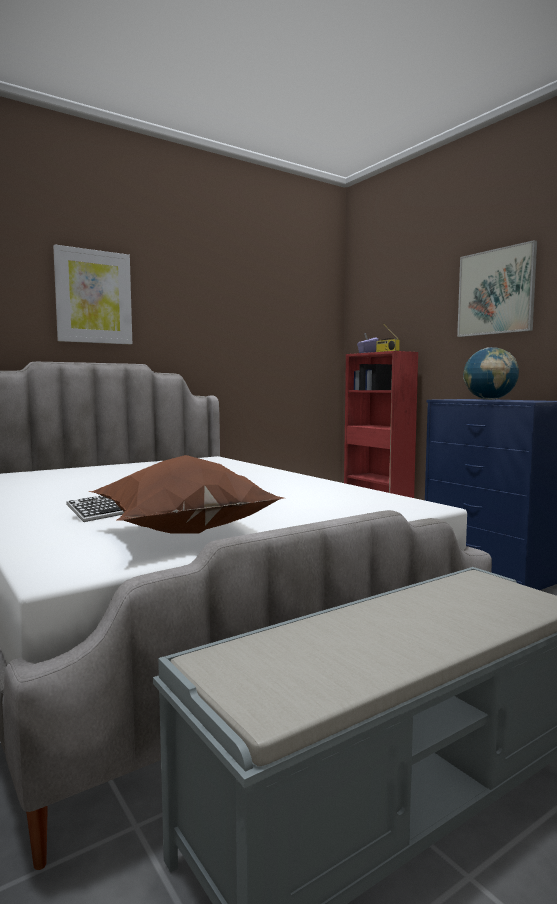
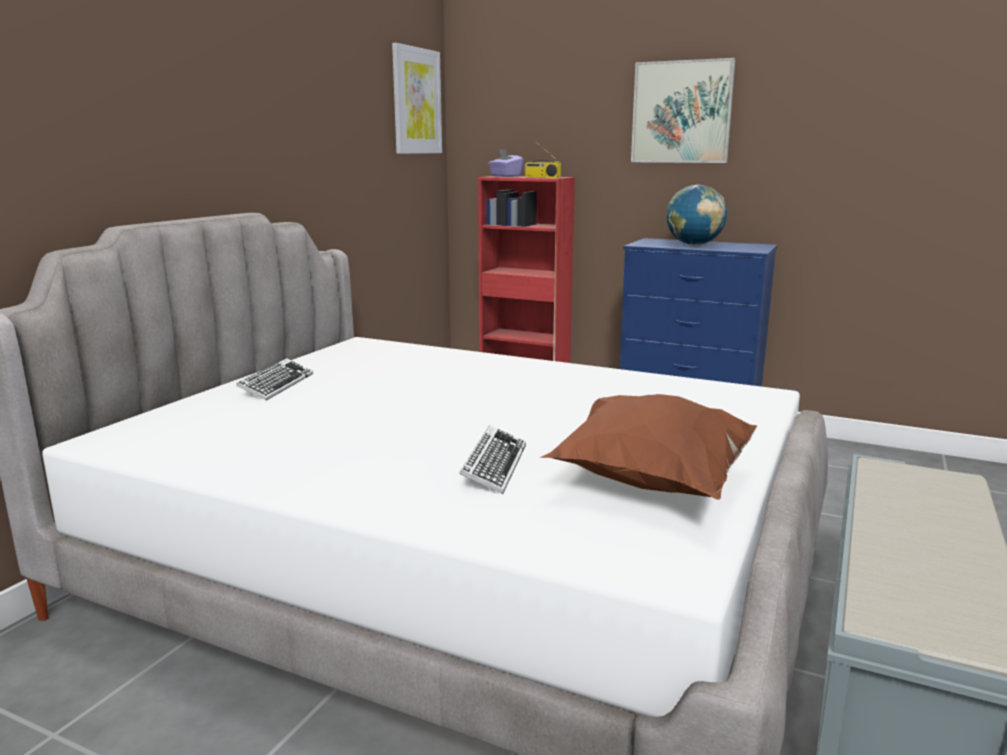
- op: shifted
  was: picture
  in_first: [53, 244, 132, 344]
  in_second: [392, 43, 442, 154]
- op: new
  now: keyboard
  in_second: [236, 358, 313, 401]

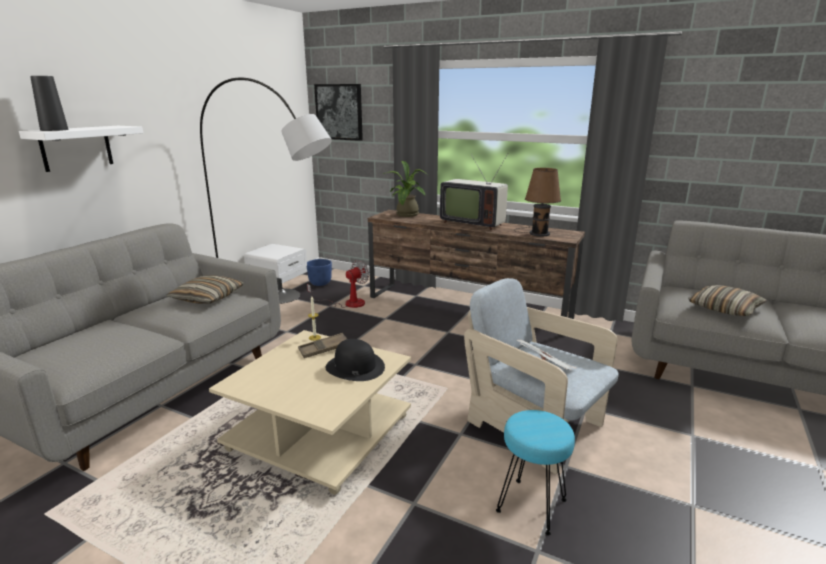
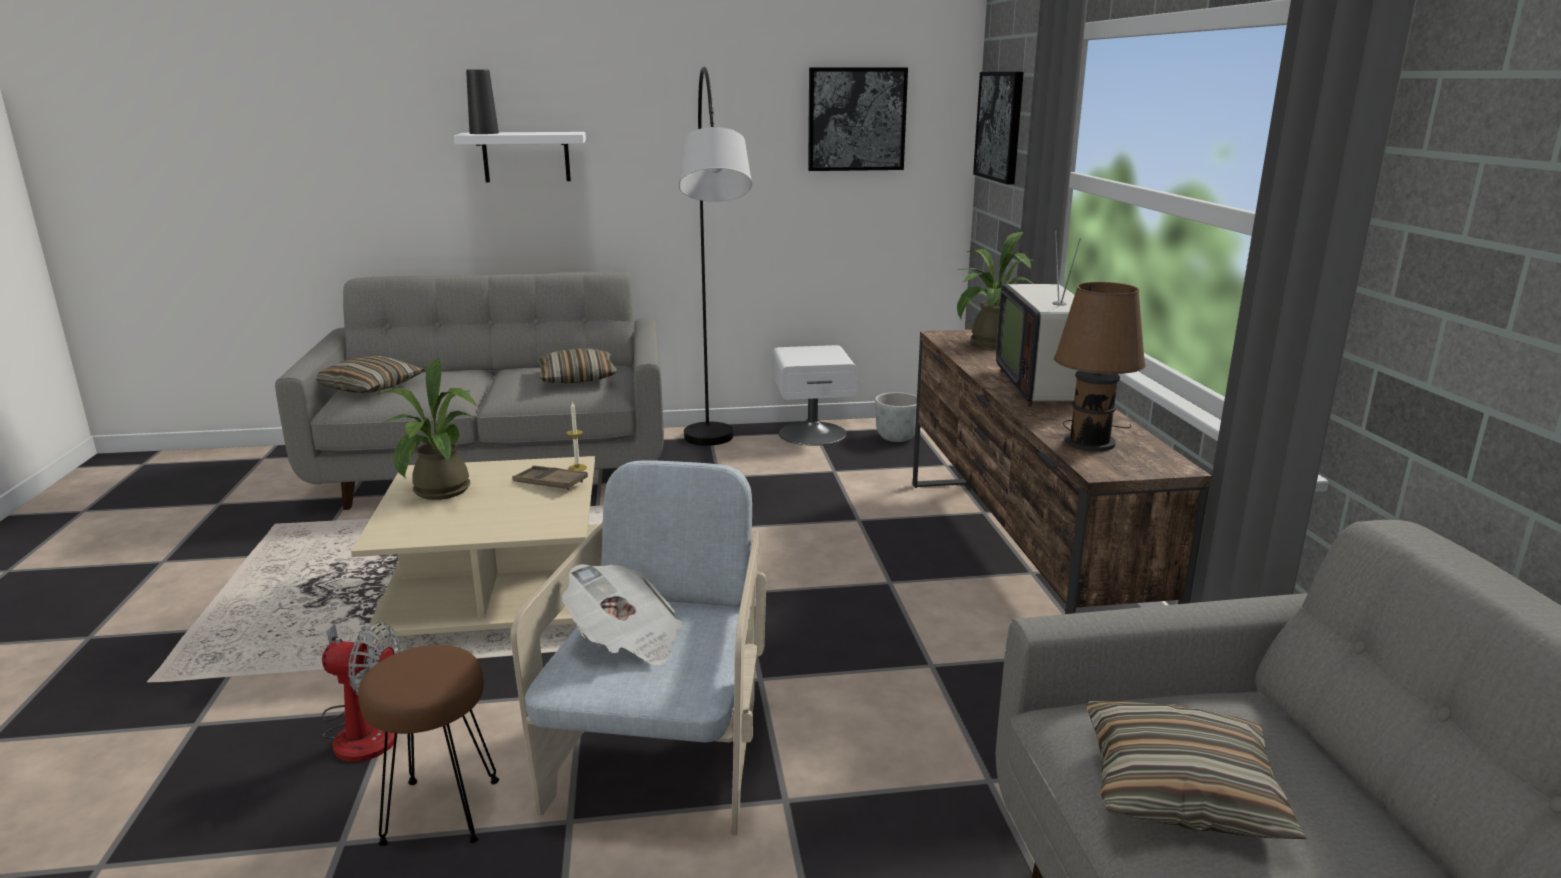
- op: repainted
  was: blue planter
  now: grey planter
  in_first: [307, 259, 332, 286]
  in_second: [875, 392, 917, 442]
- op: shifted
  was: fan
  in_first: [307, 260, 369, 308]
  in_second: [322, 622, 400, 762]
- op: gone
  was: black hat
  in_first: [325, 339, 385, 381]
- op: repainted
  was: turquoise stool
  now: brown stool
  in_first: [496, 410, 575, 535]
  in_second: [358, 645, 499, 846]
- op: new
  now: picture
  in_second: [808, 67, 908, 171]
- op: new
  now: pillow
  in_second: [316, 356, 424, 393]
- op: new
  now: potted plant
  in_second: [378, 359, 477, 500]

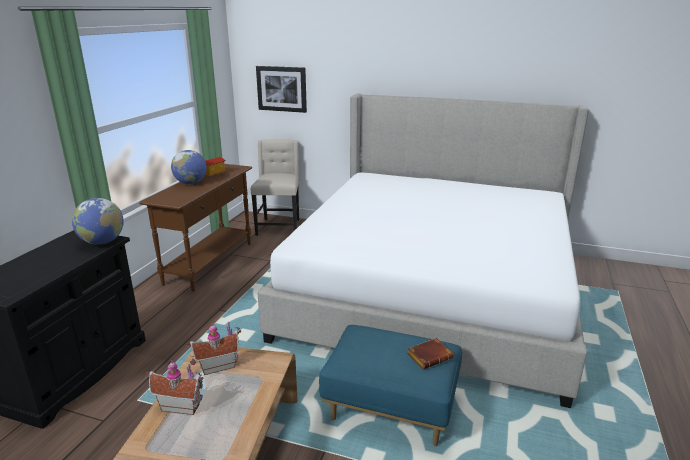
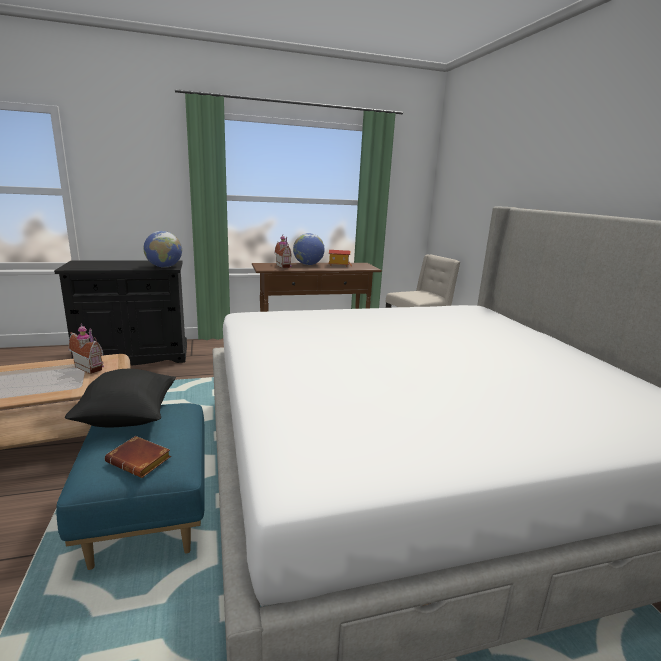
- op: gone
  was: picture
  in_first: [256, 66, 307, 113]
- op: shifted
  was: toy house
  in_first: [146, 360, 203, 415]
  in_second: [274, 235, 292, 268]
- op: new
  now: black pillow
  in_second: [65, 369, 176, 427]

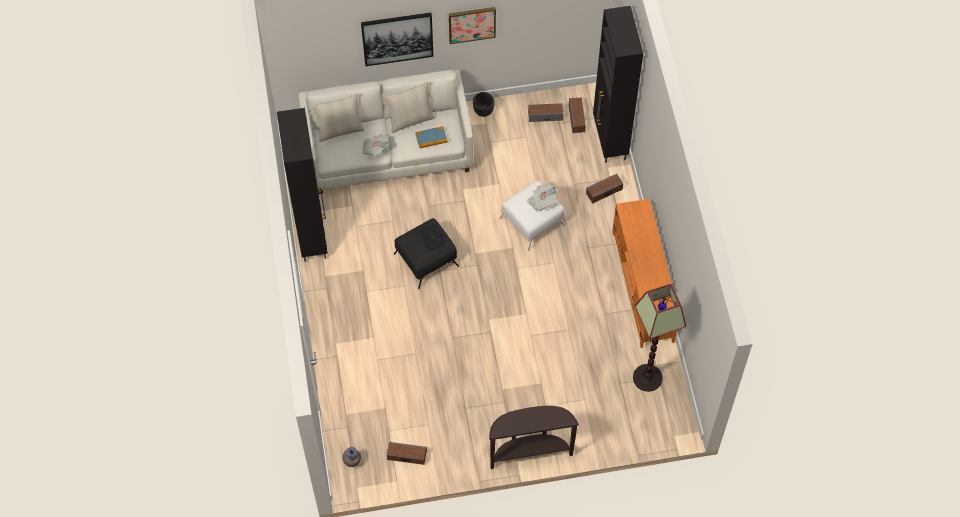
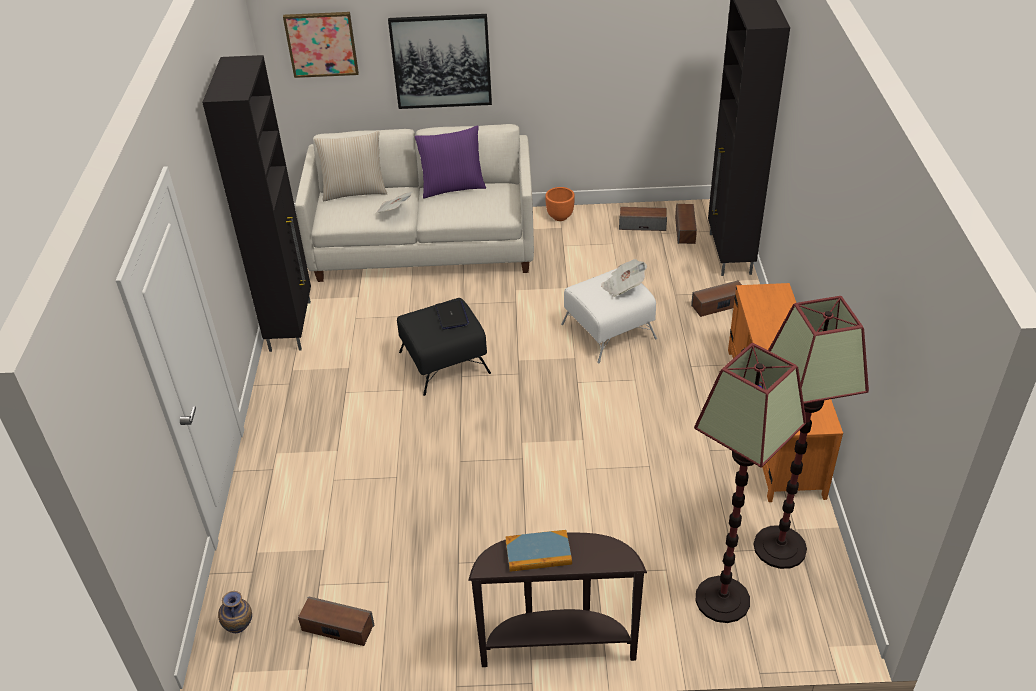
- op: shifted
  was: picture
  in_first: [449, 7, 496, 44]
  in_second: [283, 12, 359, 78]
- op: repainted
  was: beige pillow
  now: purple pillow
  in_first: [385, 82, 435, 133]
  in_second: [414, 126, 486, 198]
- op: repainted
  was: black planter
  now: orange planter
  in_first: [473, 92, 495, 117]
  in_second: [545, 187, 575, 221]
- op: shifted
  was: book
  in_first: [415, 126, 448, 148]
  in_second: [505, 530, 572, 572]
- op: new
  now: floor lamp
  in_second: [694, 343, 807, 623]

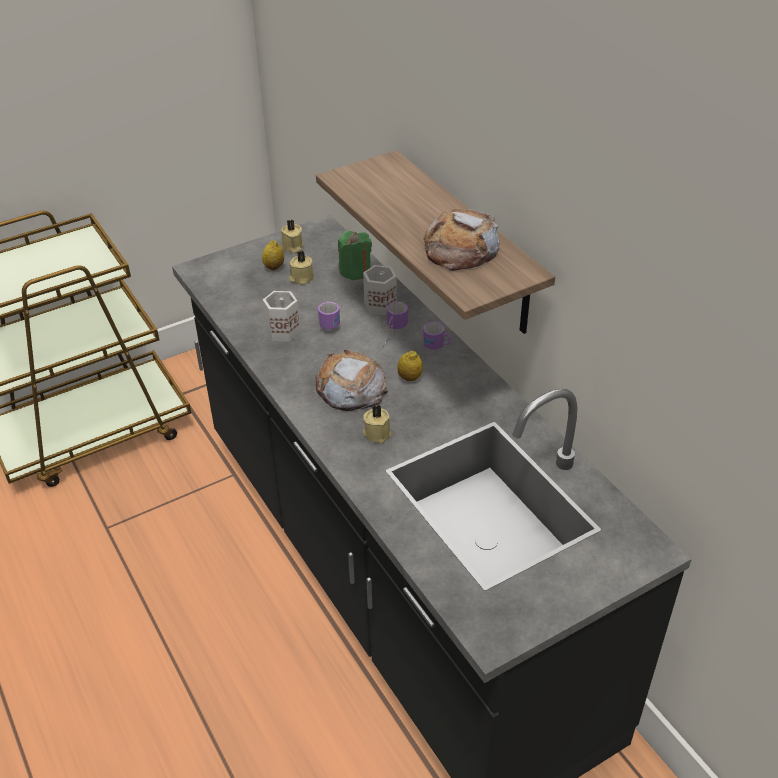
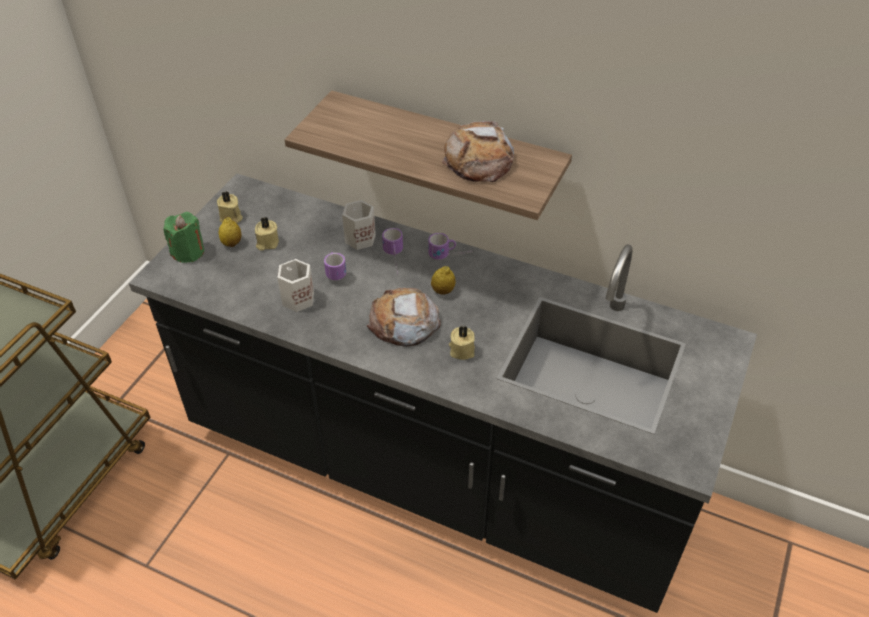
- op: shifted
  was: green candle
  in_first: [338, 231, 372, 280]
  in_second: [163, 212, 204, 263]

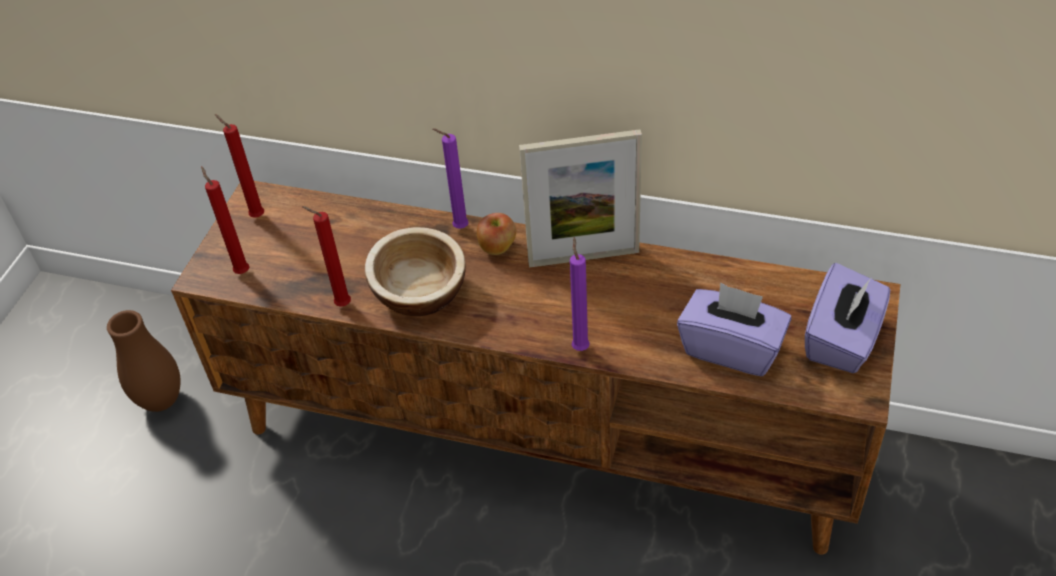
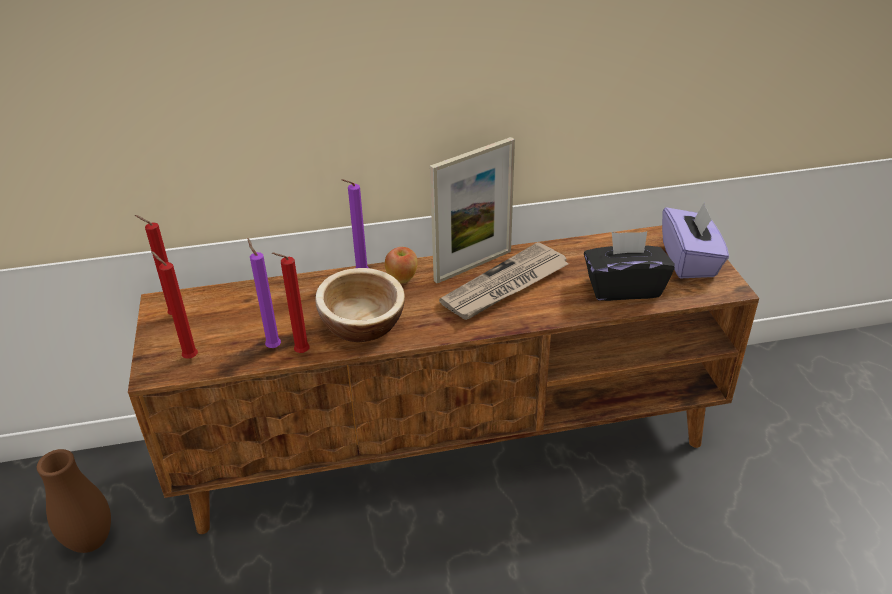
- op: shifted
  was: purple candle
  in_first: [570, 237, 590, 351]
  in_second: [248, 239, 281, 348]
- op: repainted
  was: purple tissue box
  now: black tissue box
  in_first: [677, 282, 791, 376]
  in_second: [584, 232, 675, 301]
- op: new
  now: newspaper
  in_second: [439, 242, 568, 320]

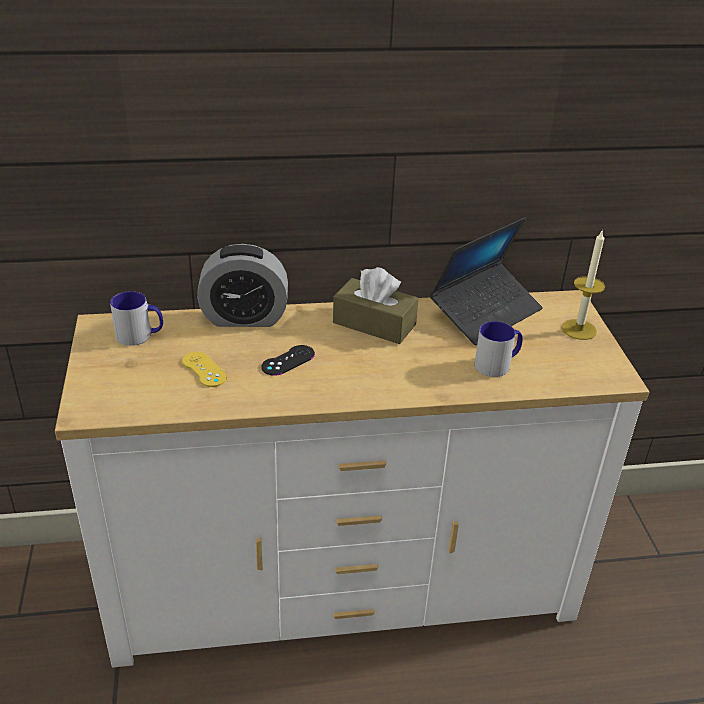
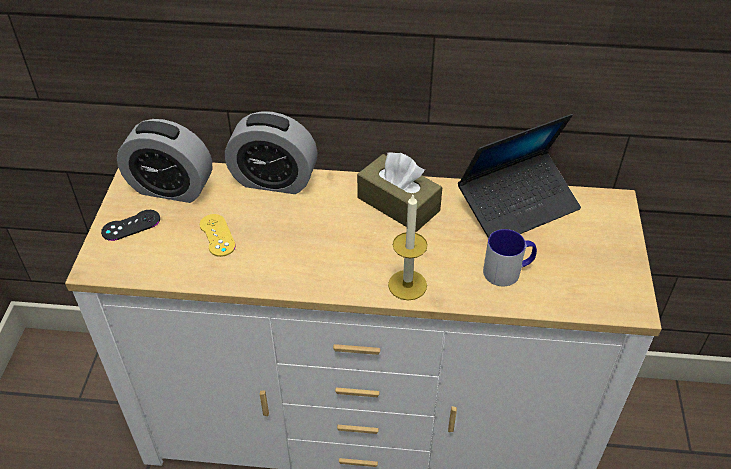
- op: shifted
  was: candle
  in_first: [561, 229, 605, 340]
  in_second: [388, 195, 428, 300]
- op: swapped
  was: mug
  now: alarm clock
  in_first: [110, 291, 163, 346]
  in_second: [117, 119, 212, 203]
- op: shifted
  was: black game controller
  in_first: [261, 345, 315, 376]
  in_second: [101, 210, 160, 241]

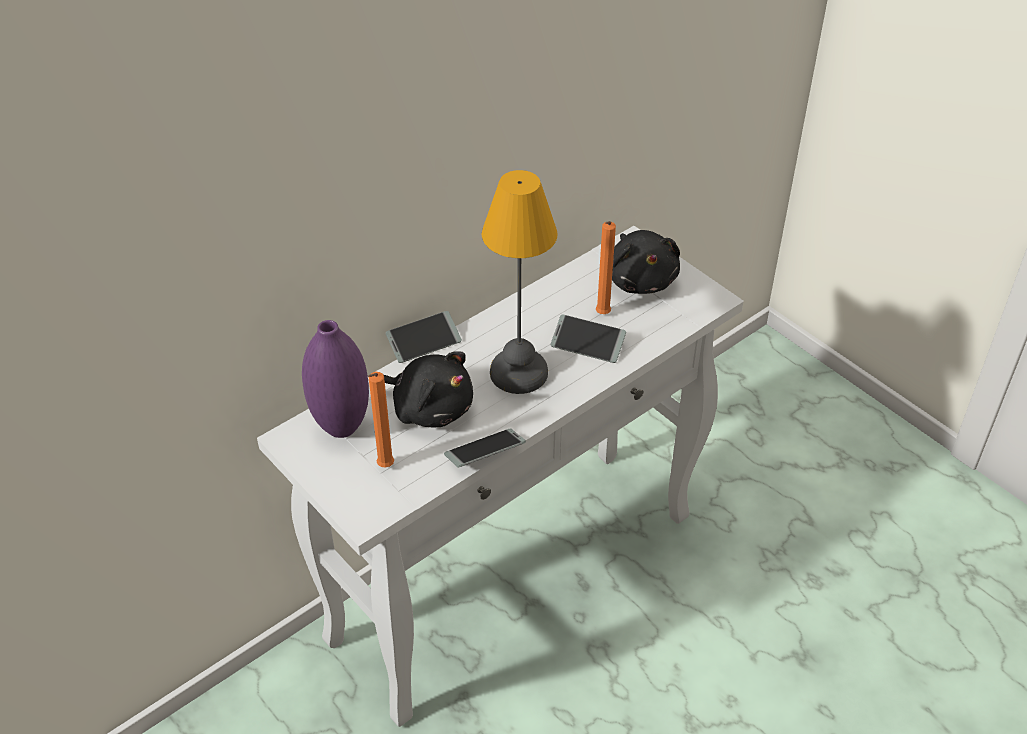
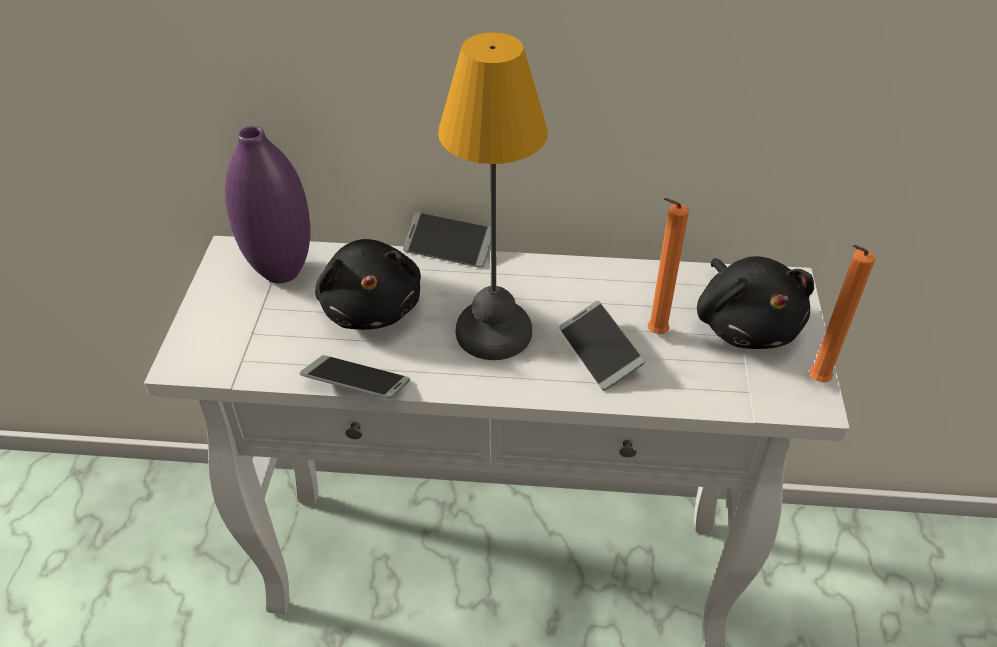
- op: rotated
  was: black plush toy
  in_first: [612, 230, 680, 294]
  in_second: [697, 256, 814, 349]
  clockwise: -45
- op: shifted
  was: orange candle
  in_first: [368, 372, 394, 468]
  in_second: [809, 245, 876, 382]

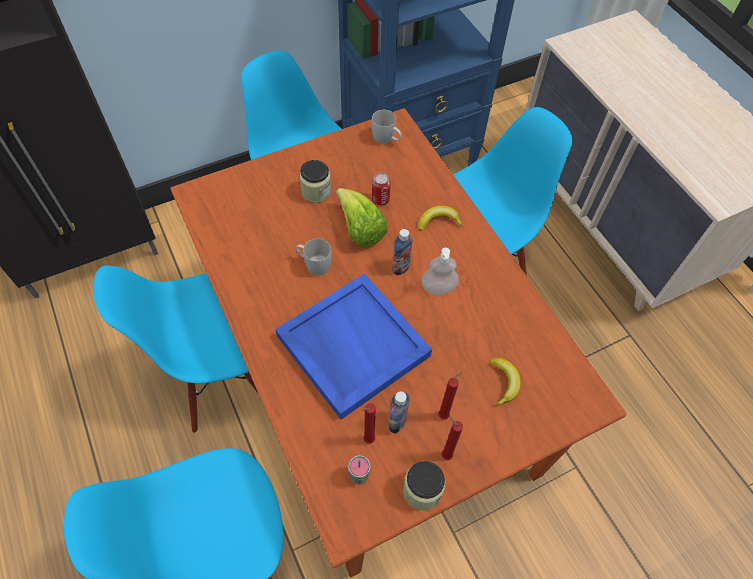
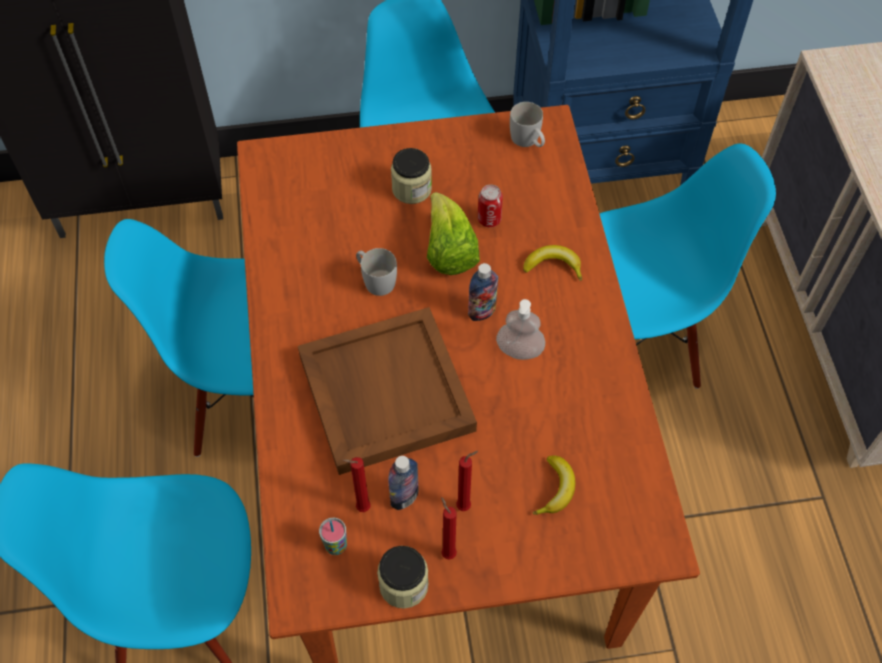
- op: repainted
  was: blue tray
  now: brown tray
  in_first: [275, 273, 432, 420]
  in_second: [298, 307, 477, 475]

